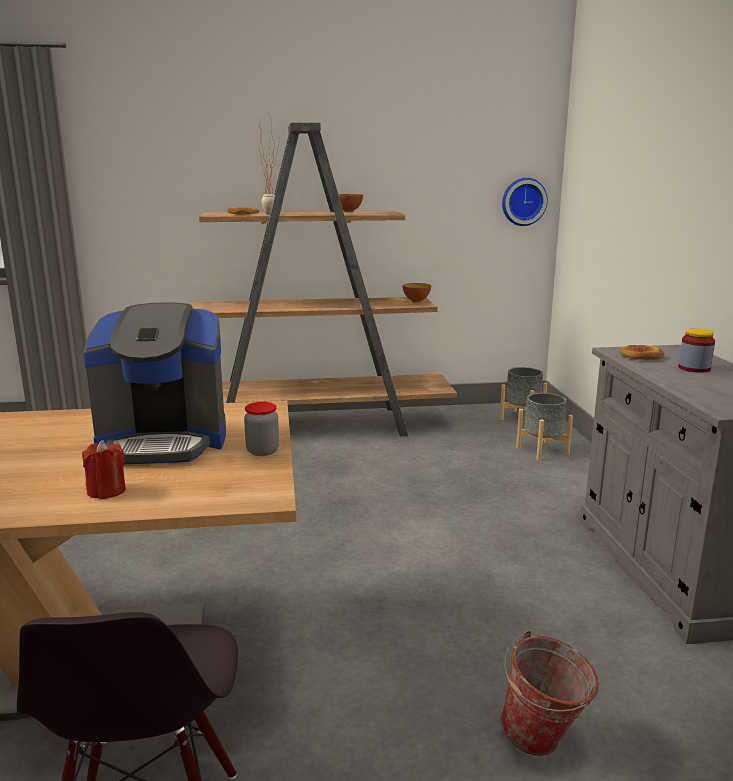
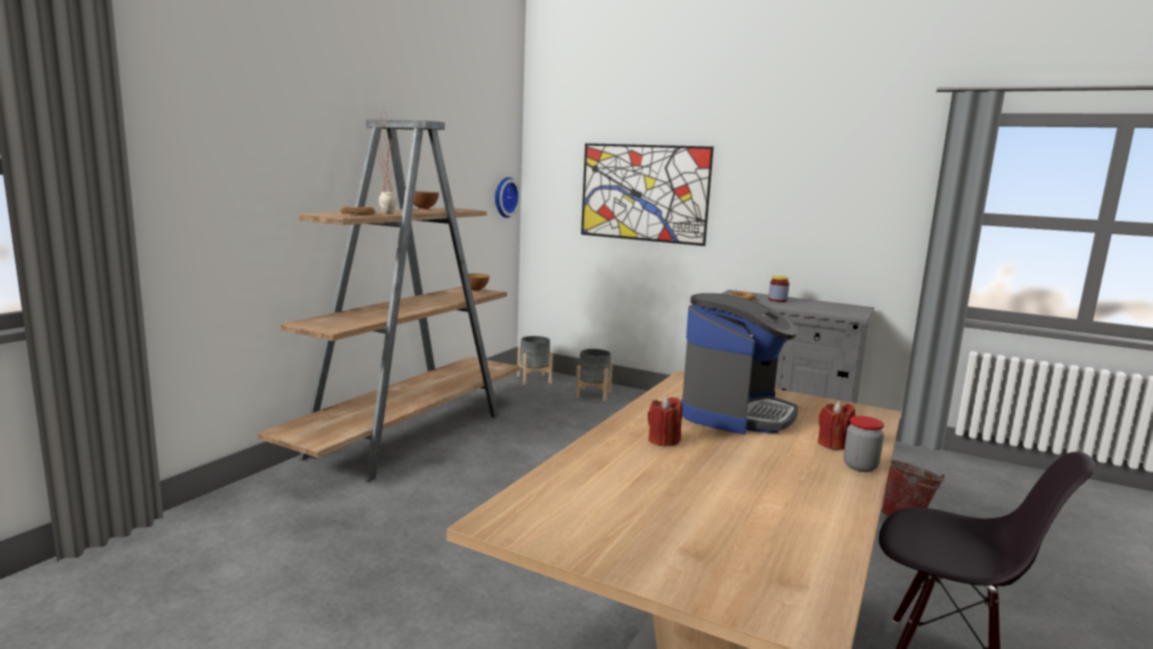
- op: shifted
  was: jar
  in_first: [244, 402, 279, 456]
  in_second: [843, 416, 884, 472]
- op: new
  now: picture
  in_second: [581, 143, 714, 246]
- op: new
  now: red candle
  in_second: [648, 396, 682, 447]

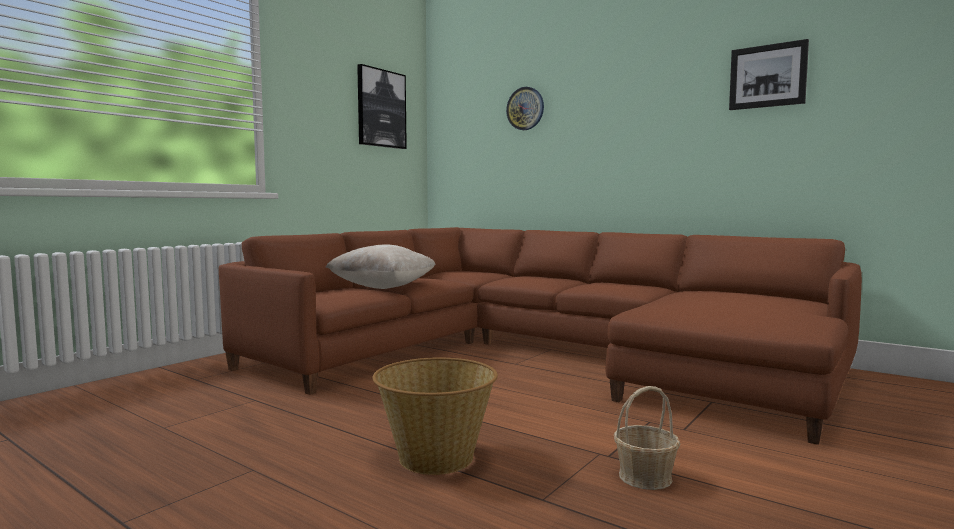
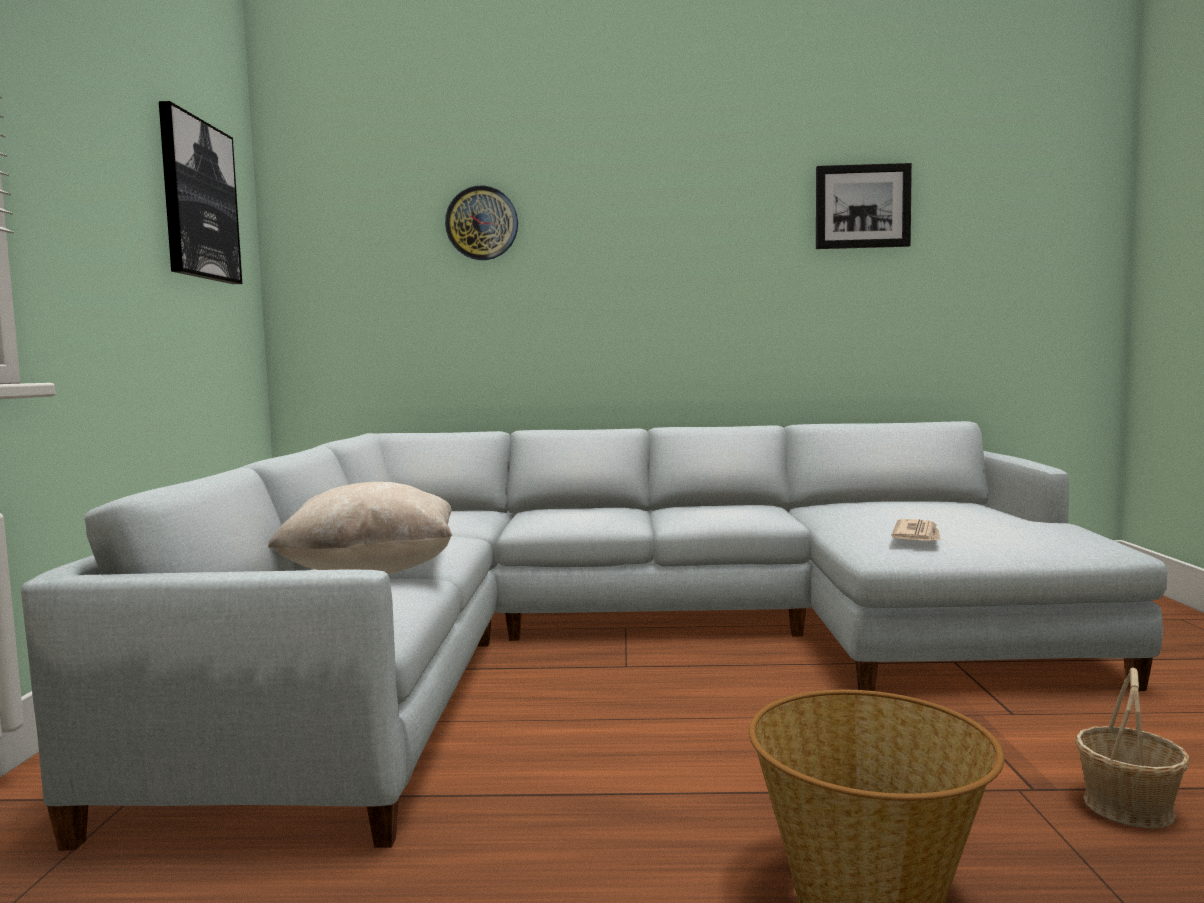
- op: repainted
  was: brown sofa
  now: grey sofa
  in_first: [219, 227, 862, 445]
  in_second: [21, 421, 1167, 850]
- op: new
  now: newspaper
  in_second: [891, 519, 941, 541]

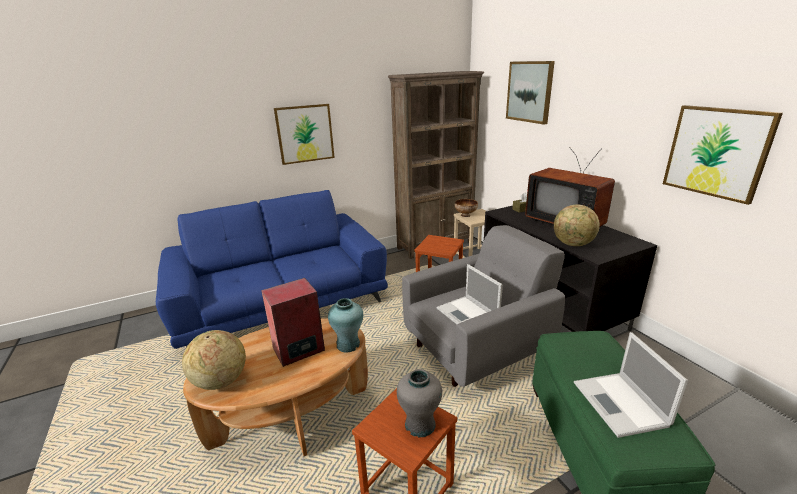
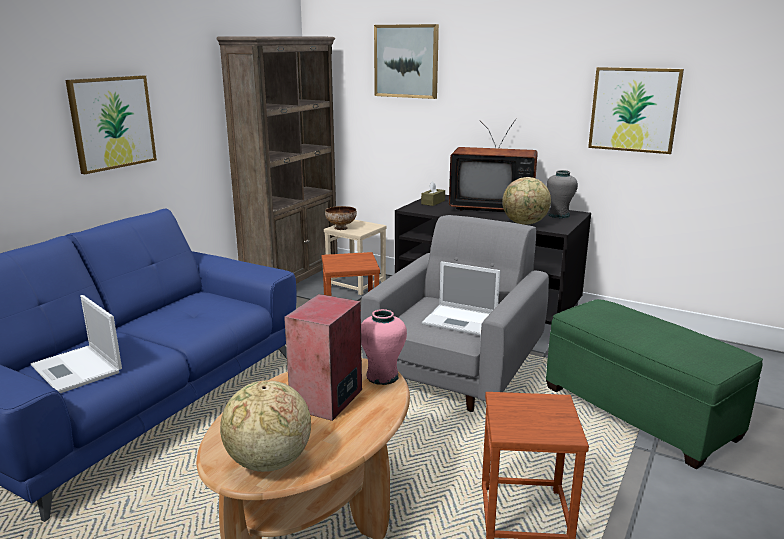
- op: repainted
  was: turquoise vase
  now: pink vase
  in_first: [328, 298, 363, 353]
  in_second: [361, 309, 407, 385]
- op: shifted
  was: laptop
  in_first: [574, 332, 688, 438]
  in_second: [31, 295, 122, 393]
- op: shifted
  was: grey vase
  in_first: [397, 369, 442, 438]
  in_second: [546, 170, 578, 218]

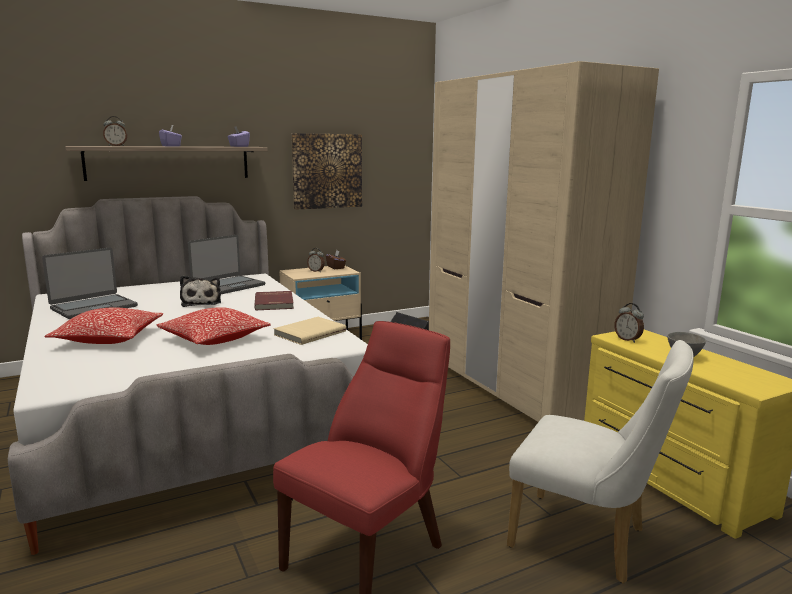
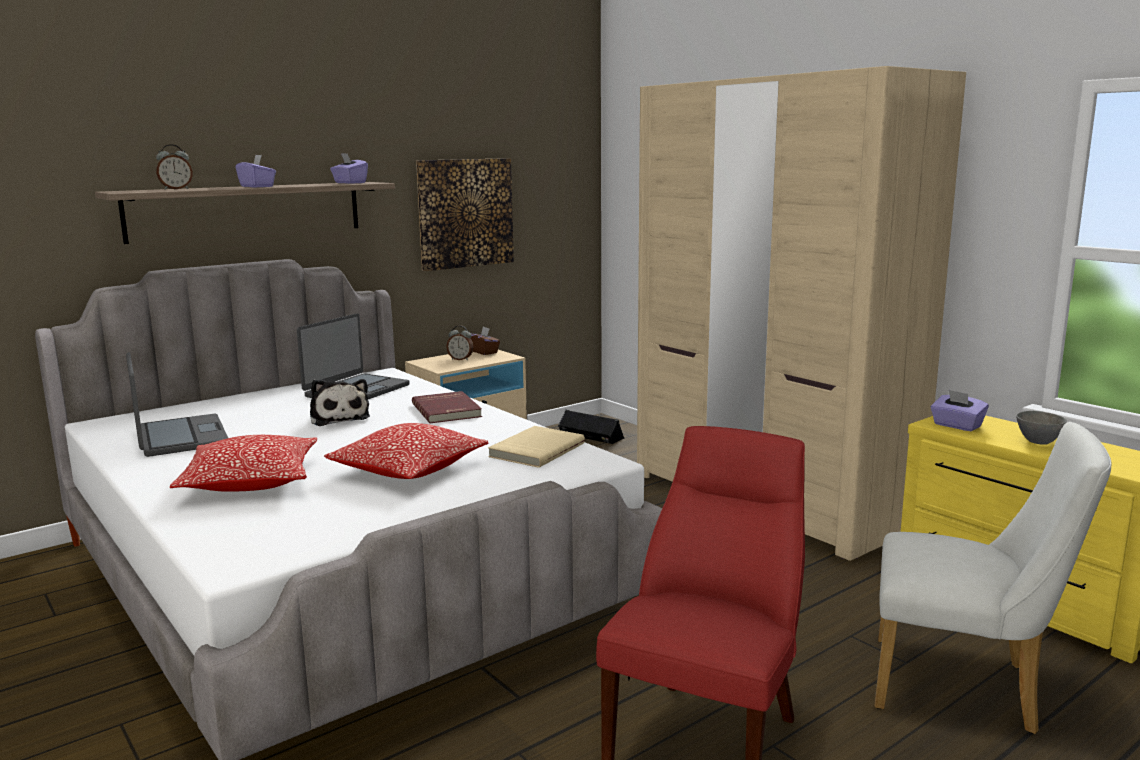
- op: rotated
  was: laptop
  in_first: [42, 247, 138, 319]
  in_second: [126, 352, 228, 457]
  clockwise: -60
- op: swapped
  was: alarm clock
  now: purple tissue box
  in_first: [614, 303, 644, 343]
  in_second: [931, 390, 989, 431]

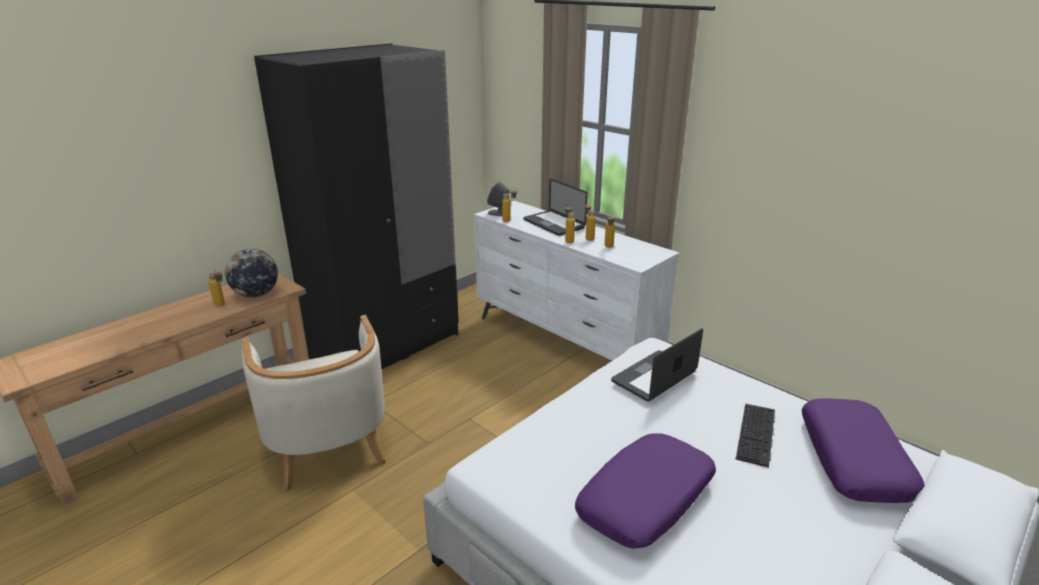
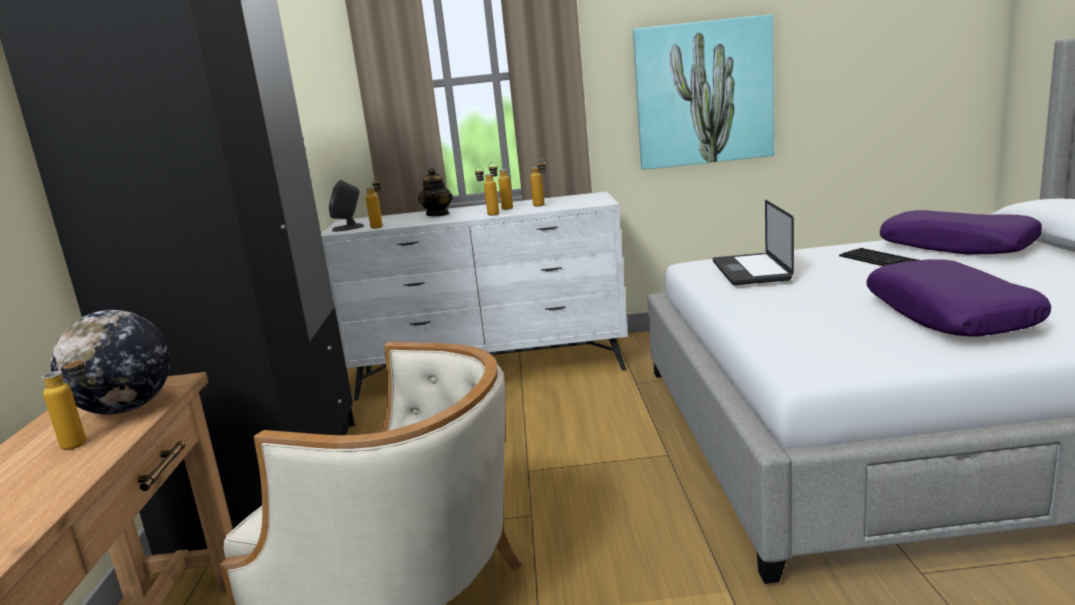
- op: swapped
  was: laptop
  now: teapot
  in_first: [523, 178, 588, 236]
  in_second: [418, 168, 453, 216]
- op: new
  now: picture
  in_second: [633, 14, 774, 170]

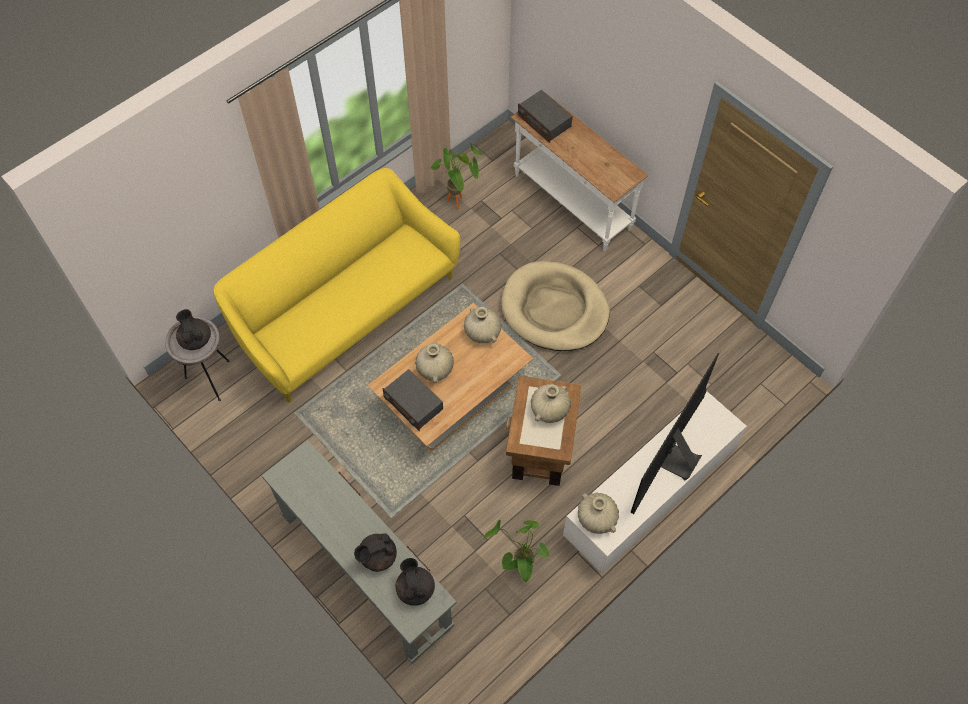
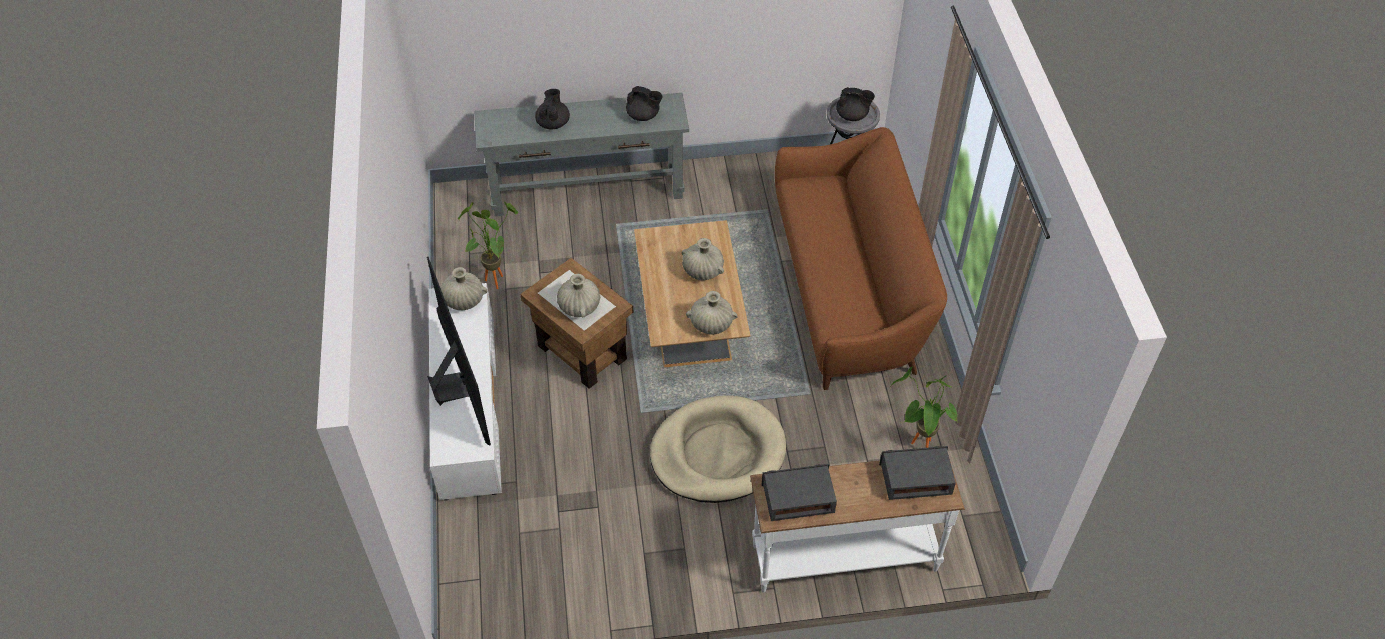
- op: repainted
  was: yellow sofa
  now: brown sofa
  in_first: [214, 168, 460, 403]
  in_second: [775, 127, 947, 390]
- op: shifted
  was: radio
  in_first: [383, 369, 443, 431]
  in_second: [762, 464, 837, 521]
- op: shifted
  was: black teapot
  in_first: [396, 558, 435, 606]
  in_second: [626, 86, 662, 121]

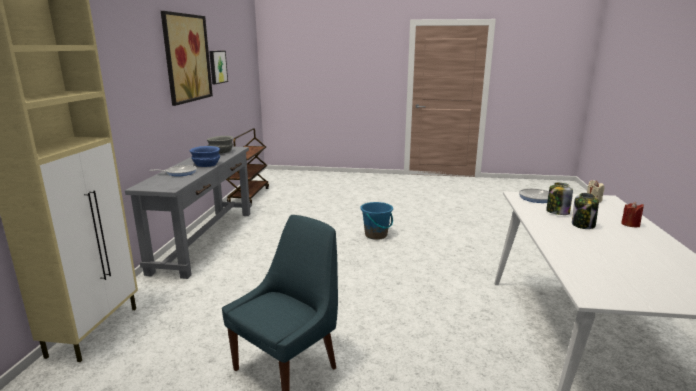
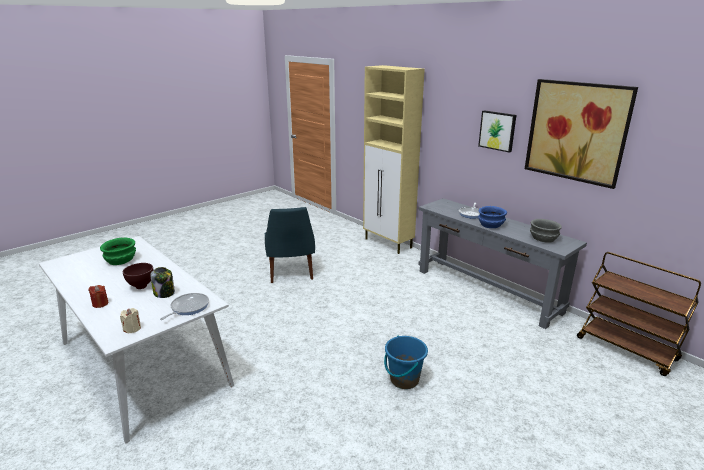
- op: shifted
  was: picture
  in_first: [209, 51, 228, 84]
  in_second: [478, 110, 516, 153]
- op: swapped
  was: jar
  now: brown bowl
  in_first: [572, 193, 599, 229]
  in_second: [123, 263, 153, 289]
- op: new
  now: green bowl
  in_second: [100, 237, 136, 265]

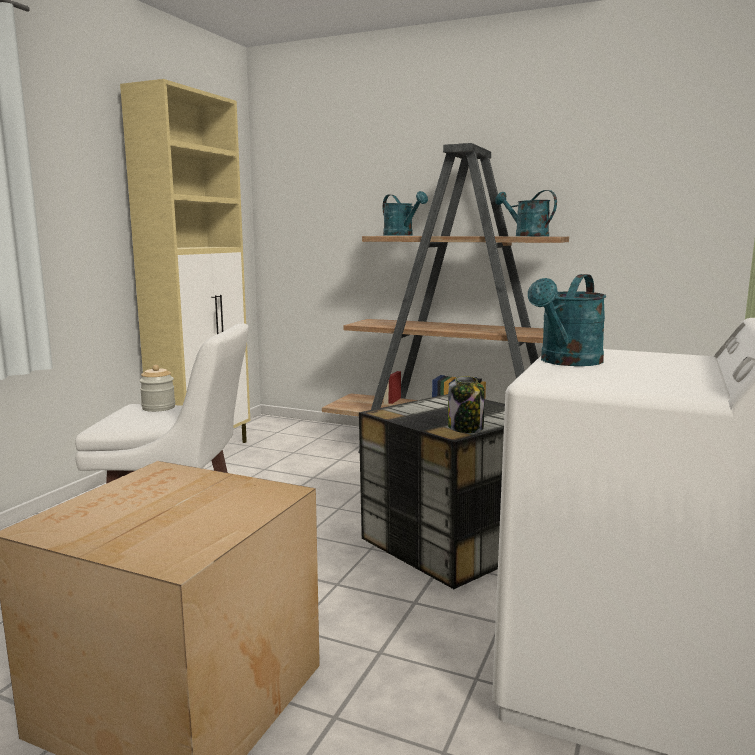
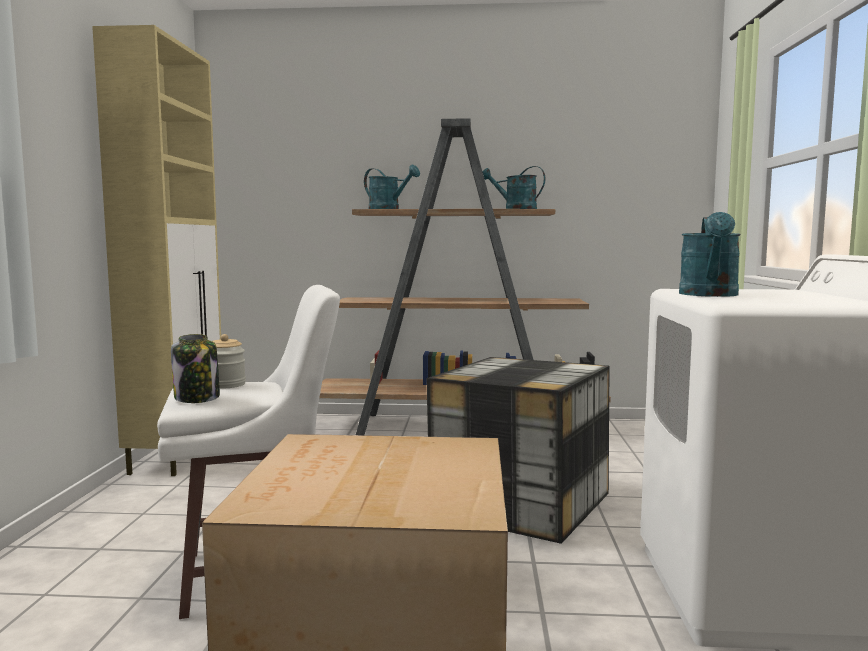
- op: shifted
  was: jar
  in_first: [448, 376, 485, 433]
  in_second: [171, 334, 220, 403]

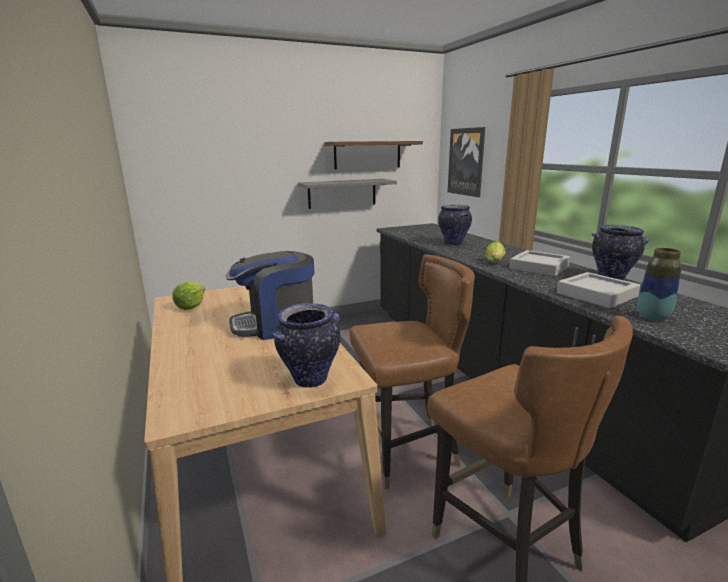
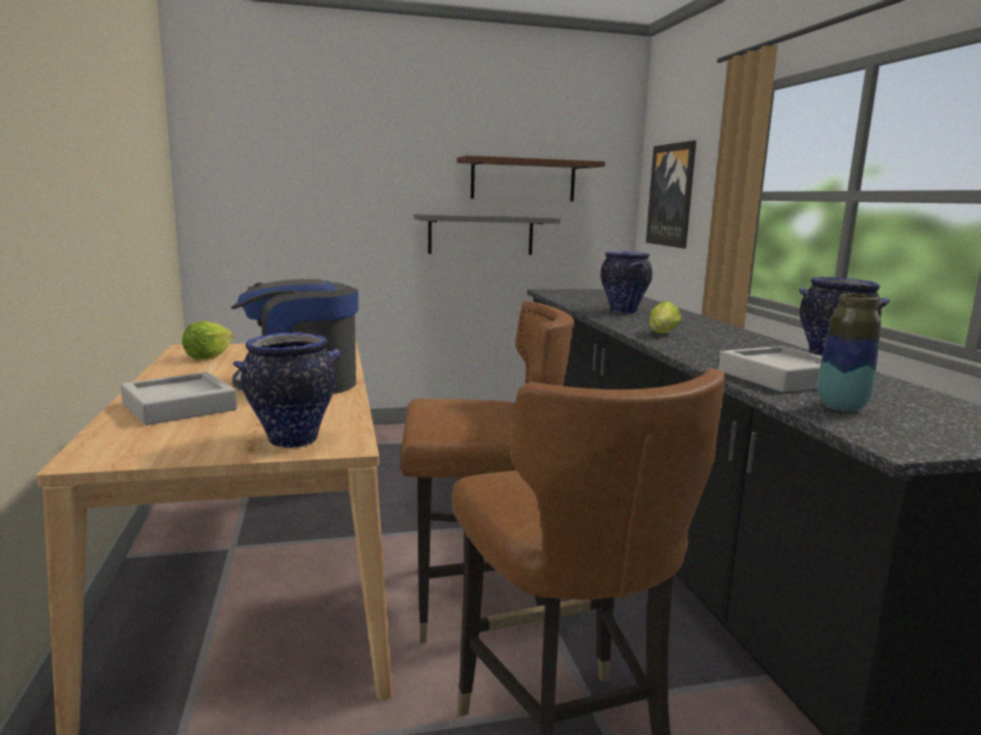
- op: shifted
  was: grey tray
  in_first: [510, 250, 570, 277]
  in_second: [120, 372, 237, 425]

